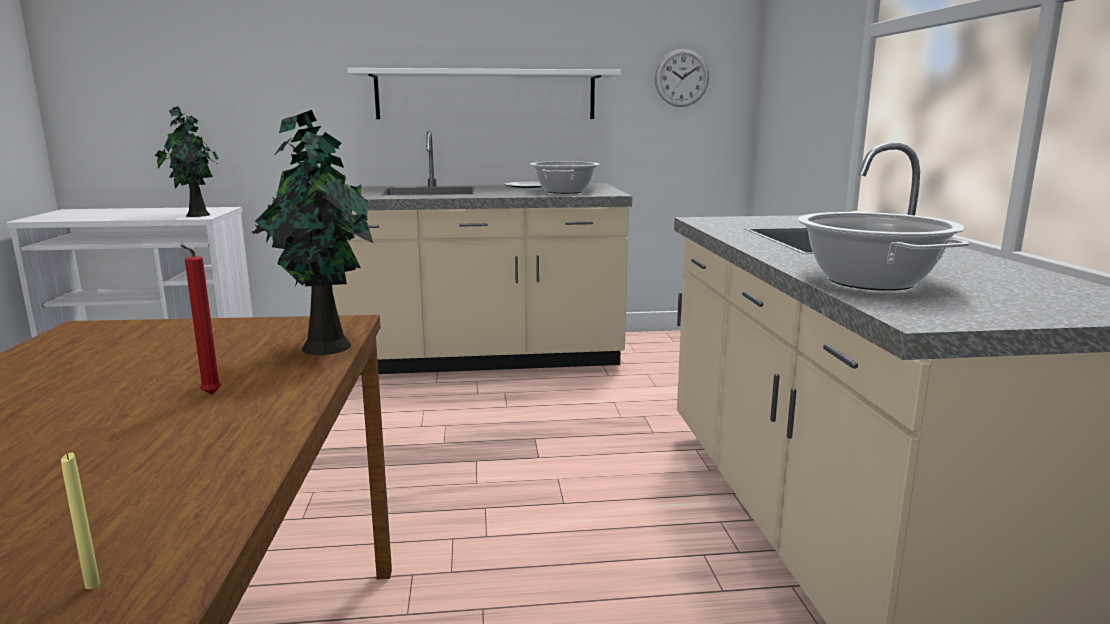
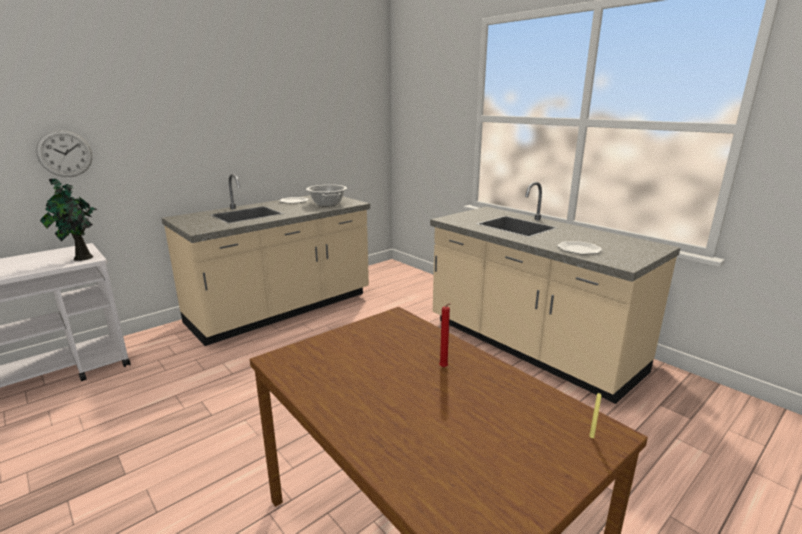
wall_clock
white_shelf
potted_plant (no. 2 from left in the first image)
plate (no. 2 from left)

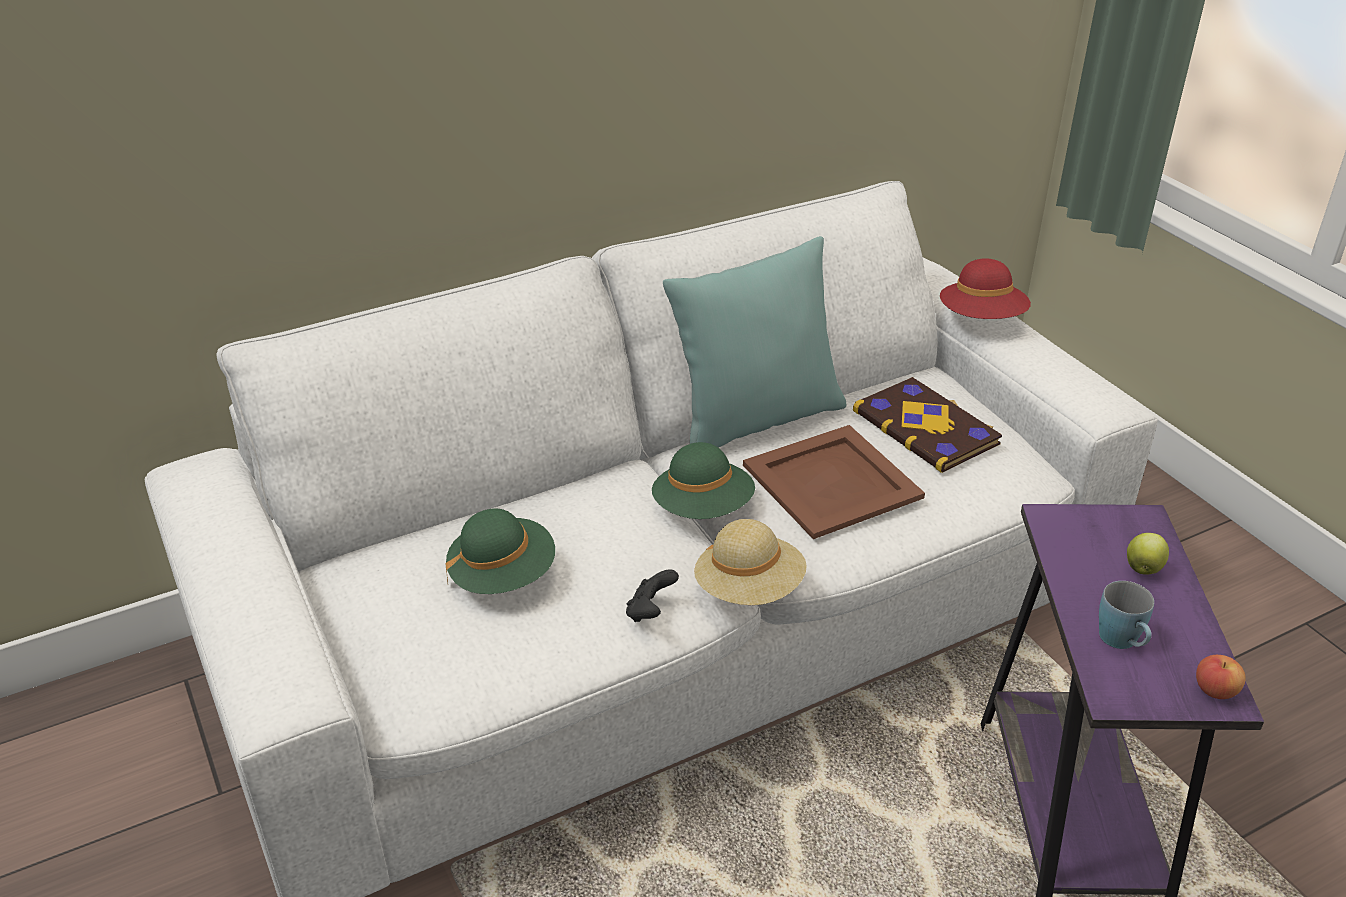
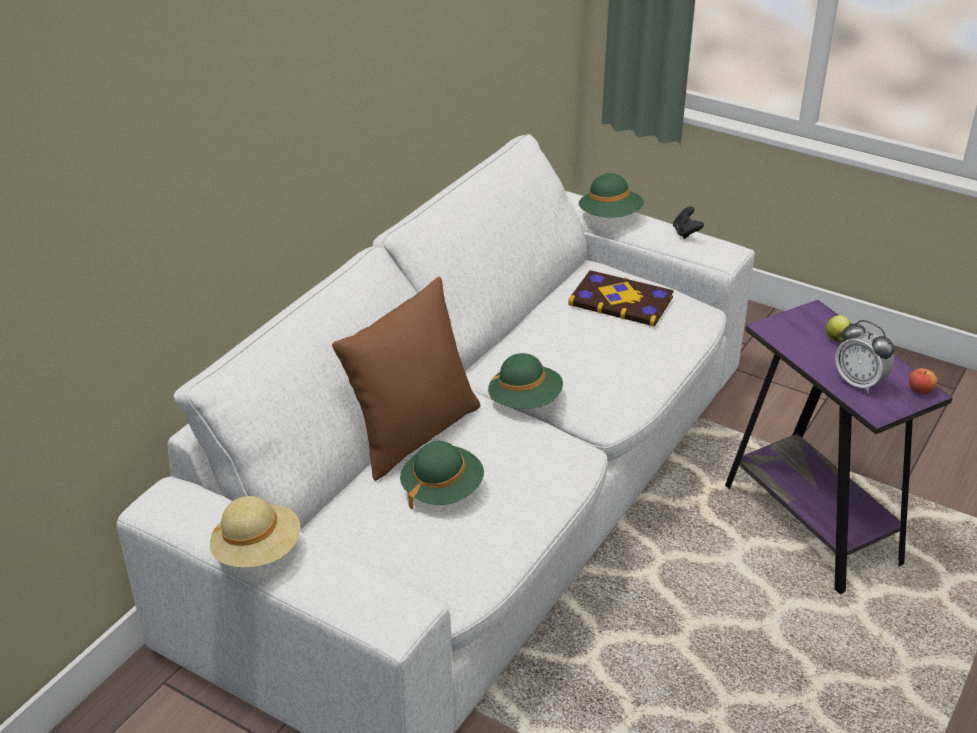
turquoise_pillow
green_hat (no. 3 from left)
brown_tray
beige_hat
black_game_controller
alarm_clock
brown_pillow

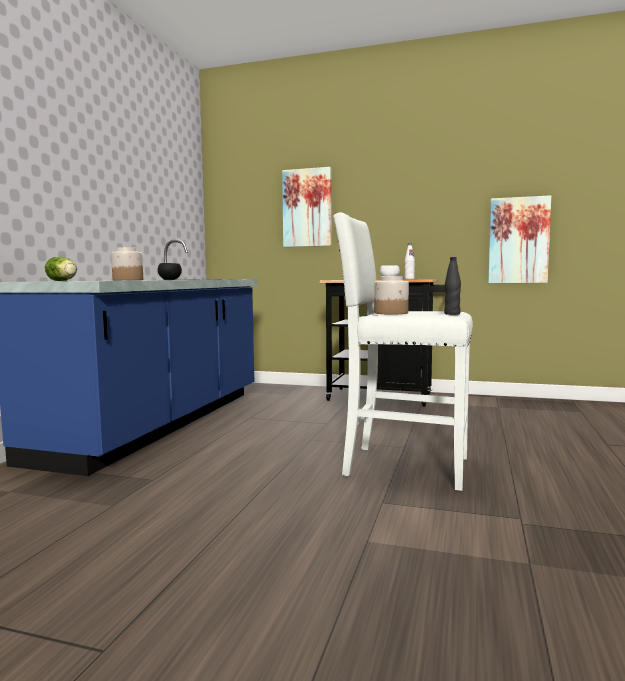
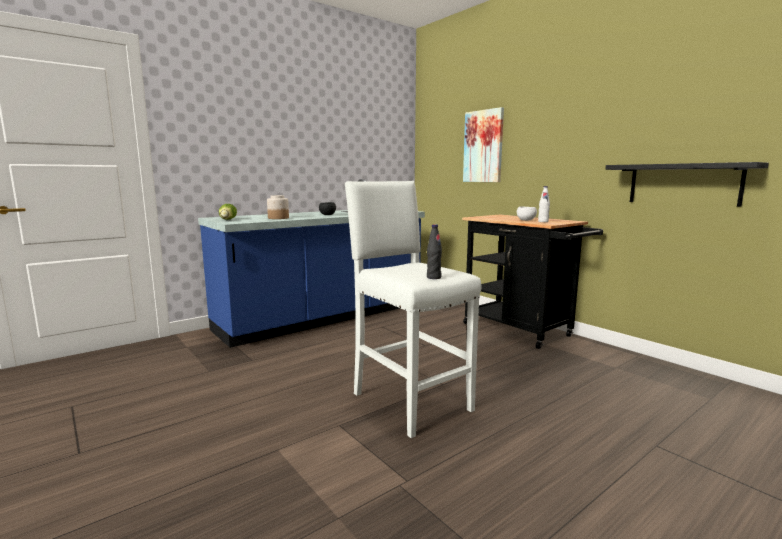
black_shelf
jar (no. 2 from left in the first image)

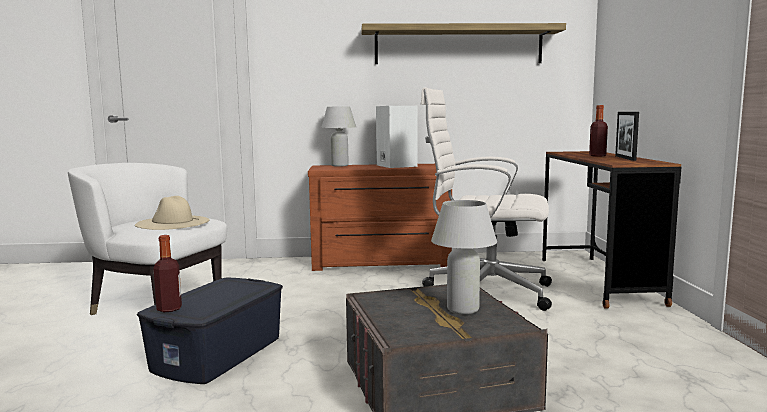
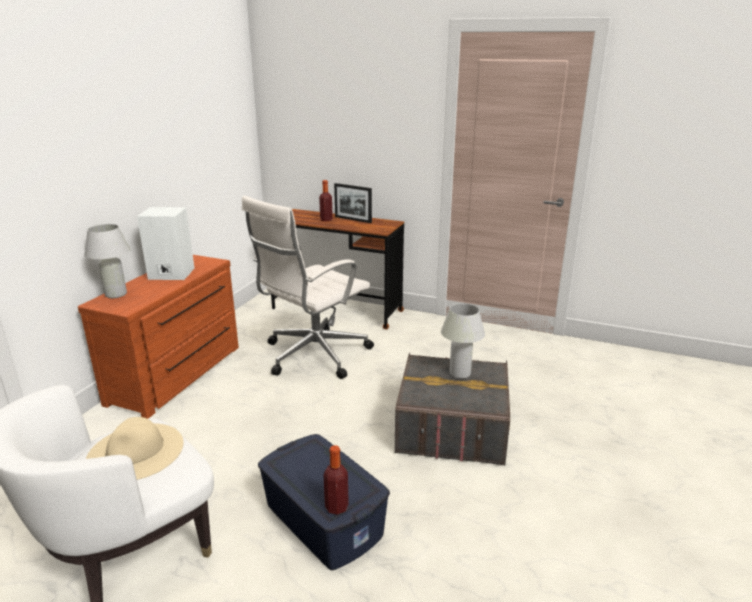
shelf

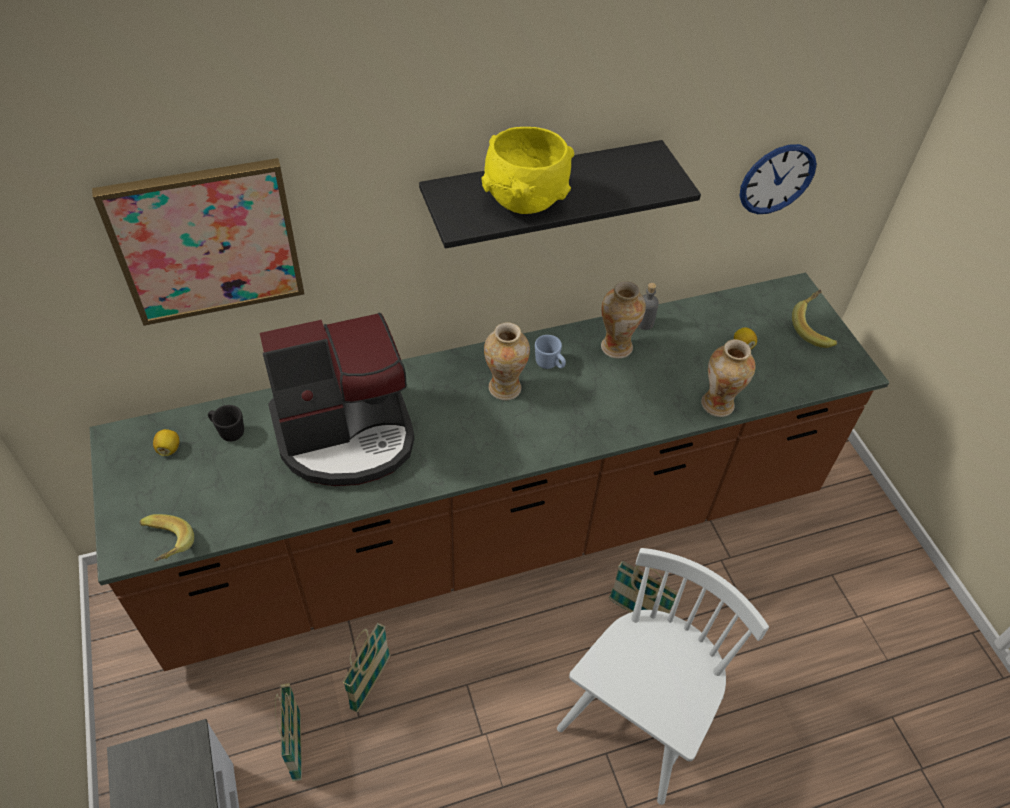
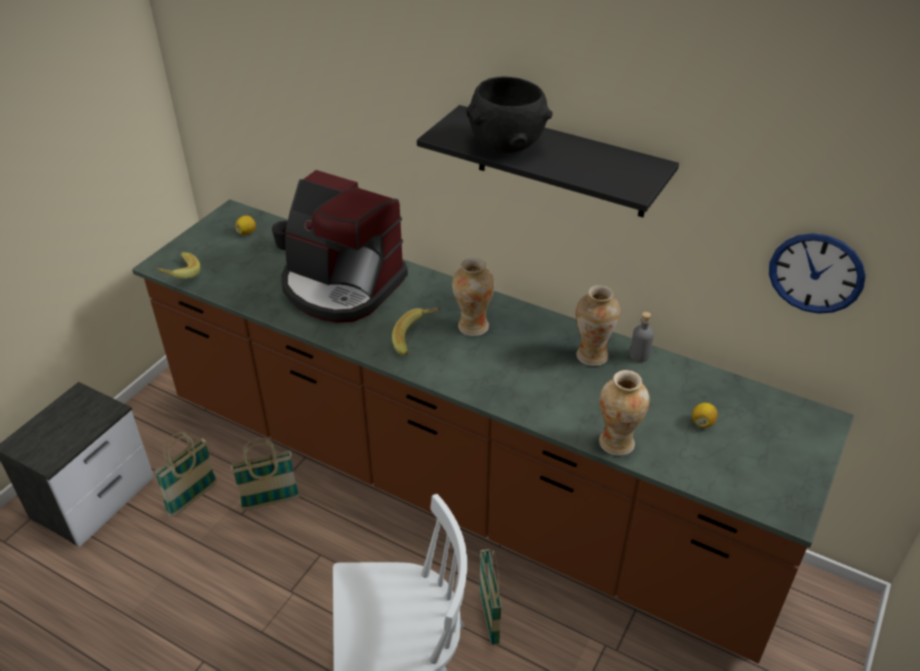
black_bowl
picture
banana (no. 2 from left)
blue_mug

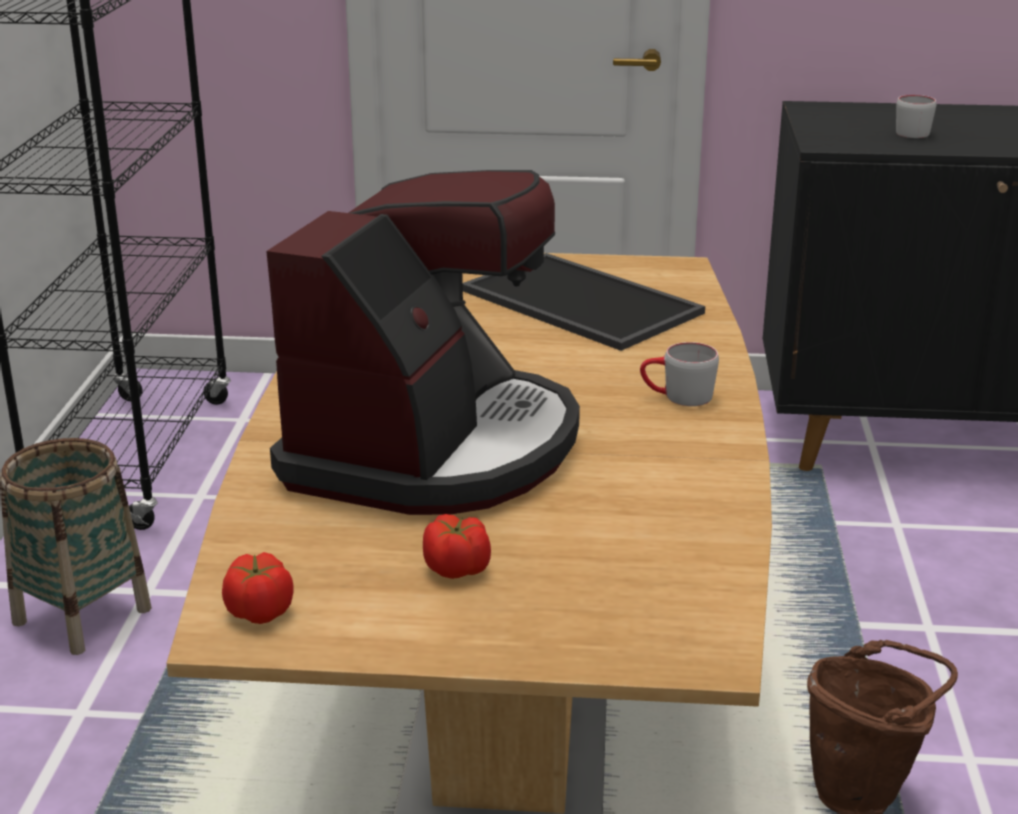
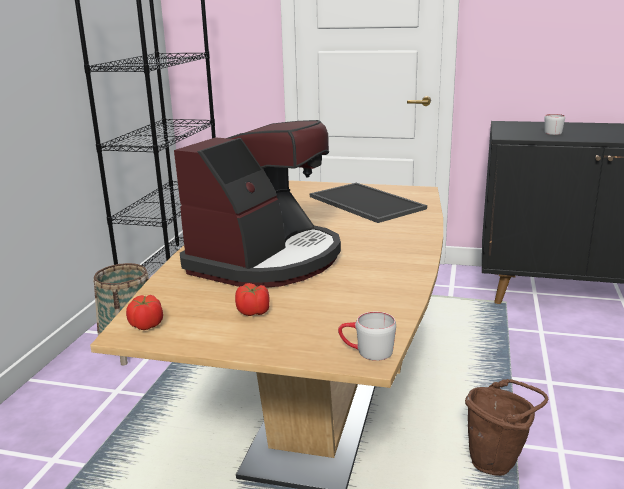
grey_mug (no. 1 from left)

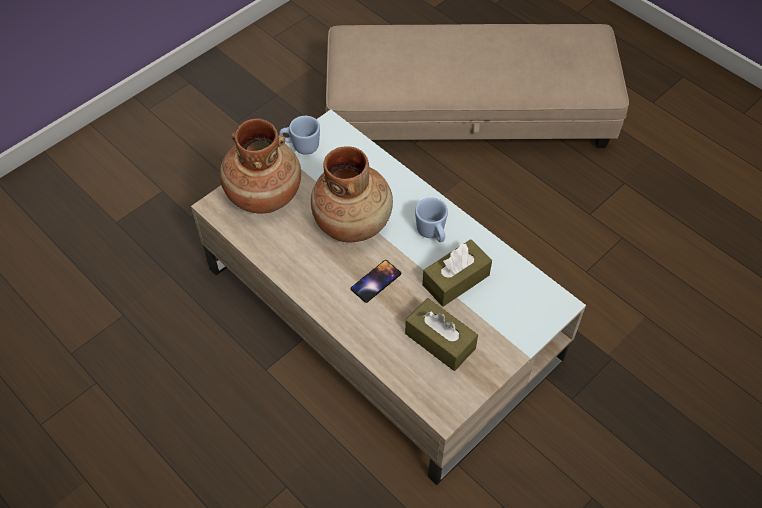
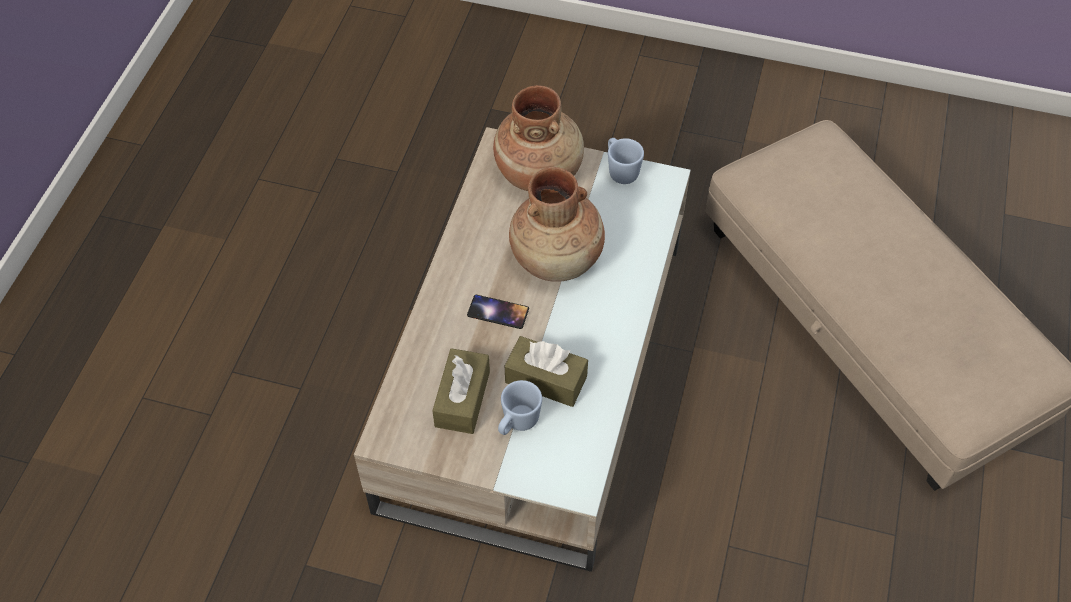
blue_mug (no. 1 from left)

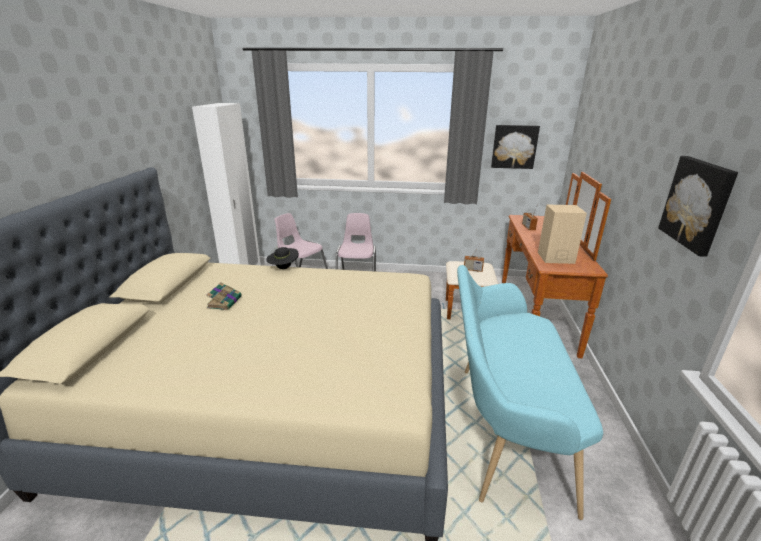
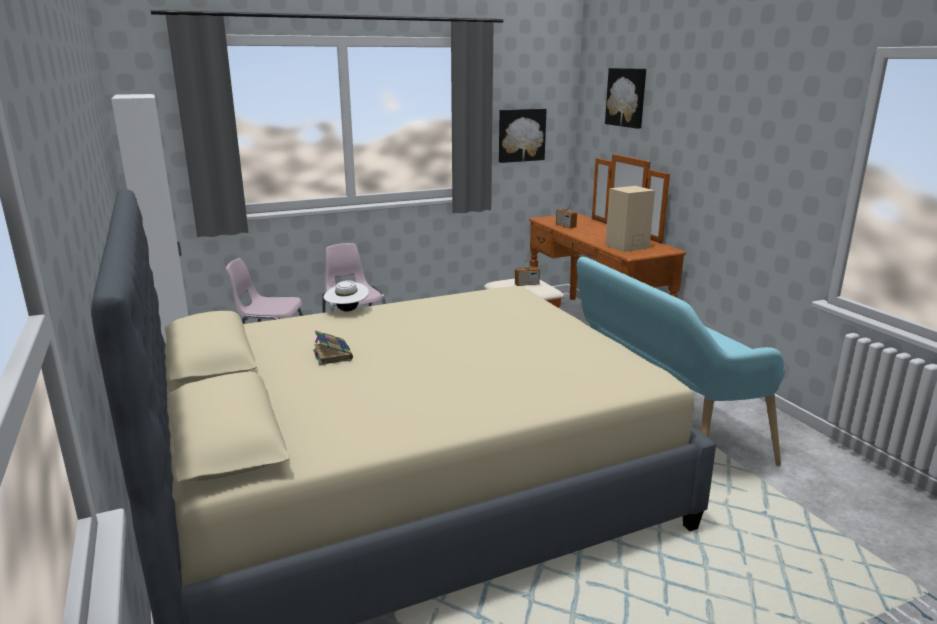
picture (no. 2 from left)
white_hat

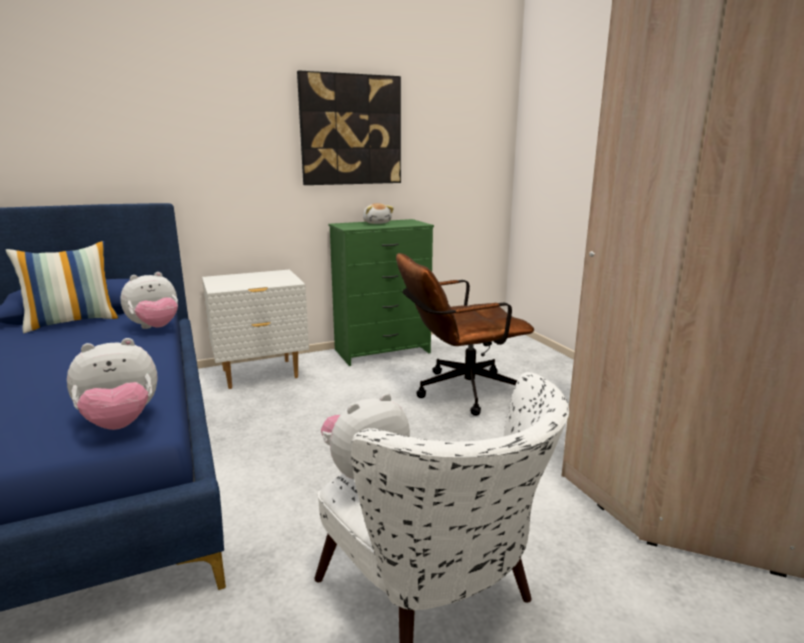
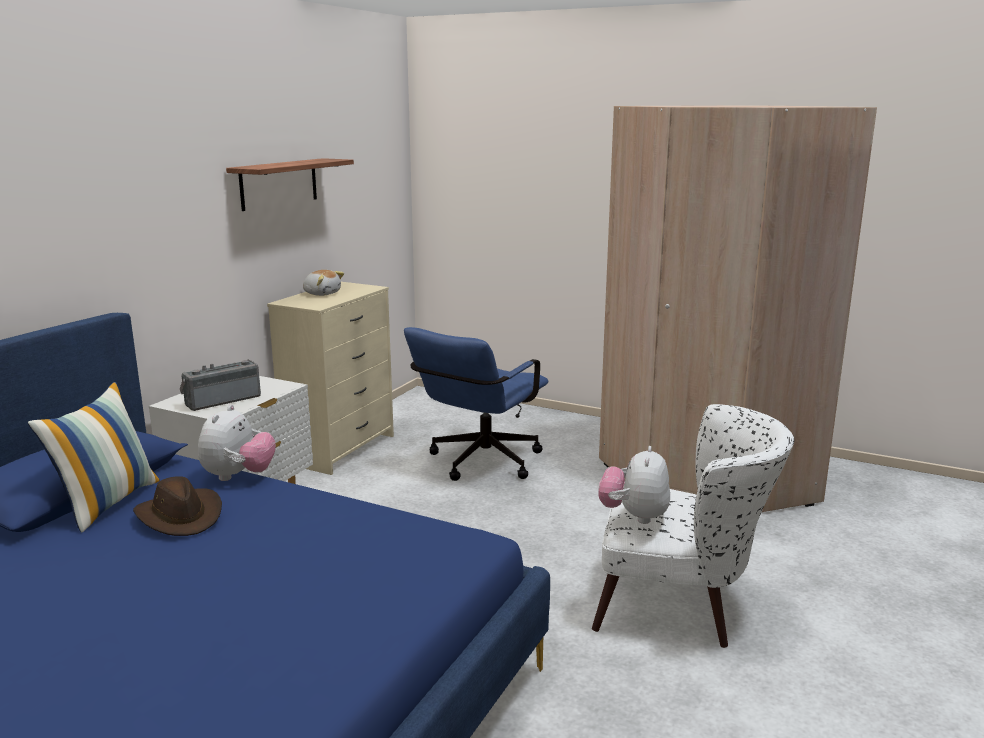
shelf
beige_dresser
blue_office_chair
plush_toy (no. 1 from left in the first image)
radio
brown_hat

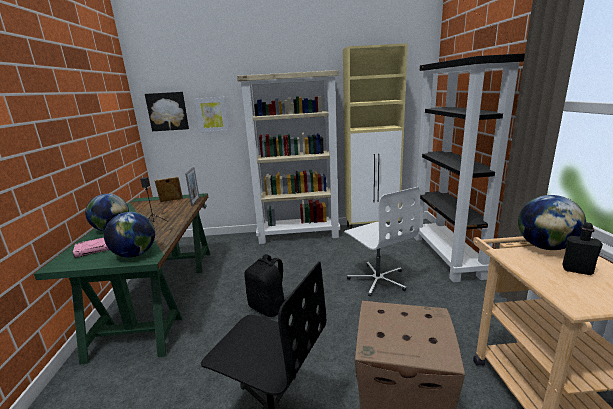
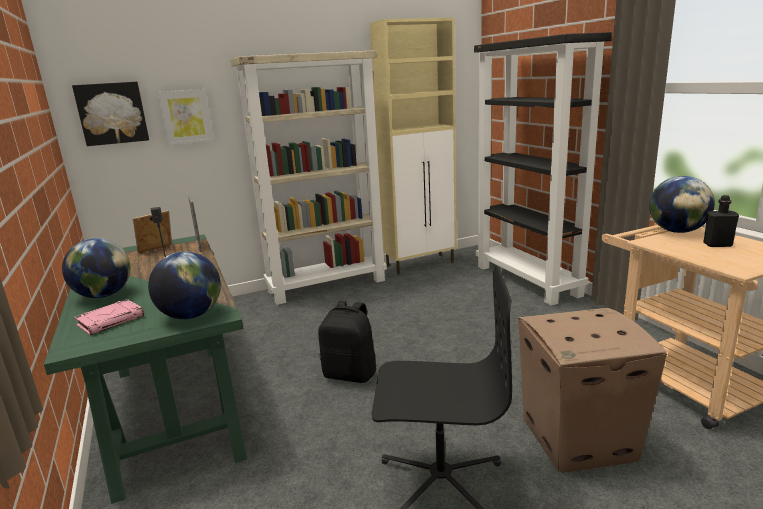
white_office_chair

